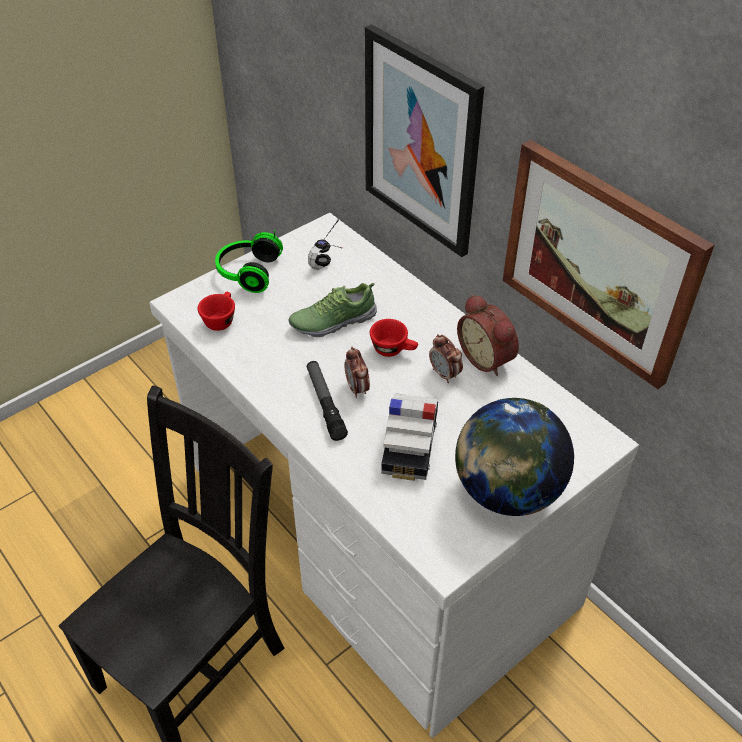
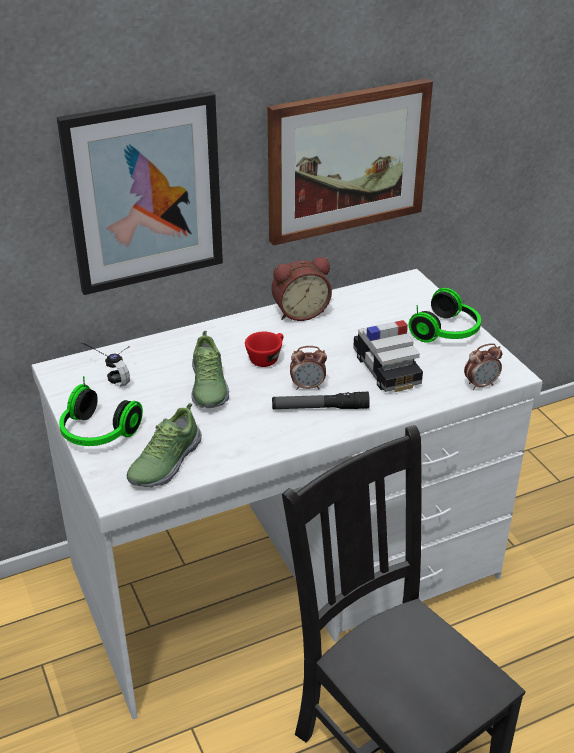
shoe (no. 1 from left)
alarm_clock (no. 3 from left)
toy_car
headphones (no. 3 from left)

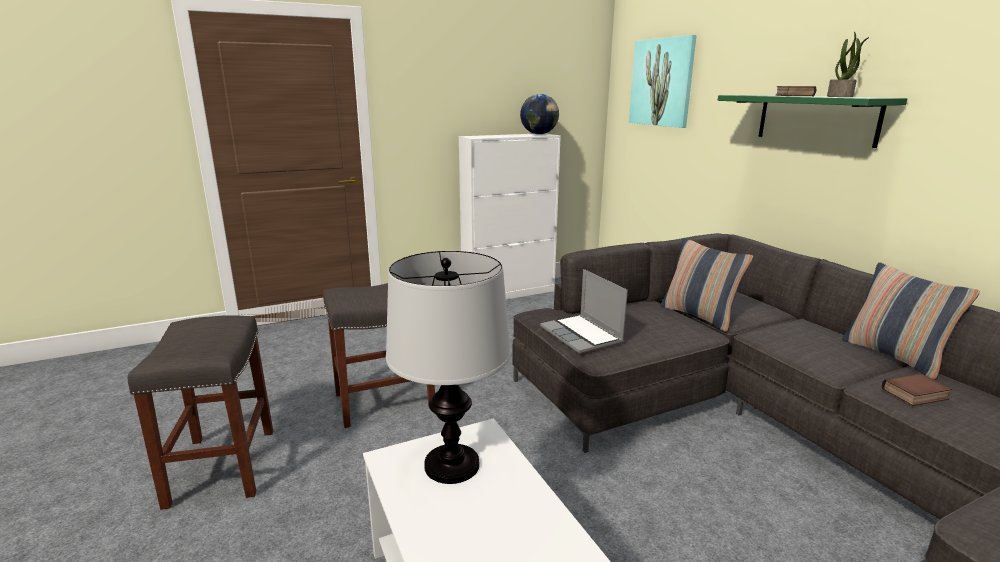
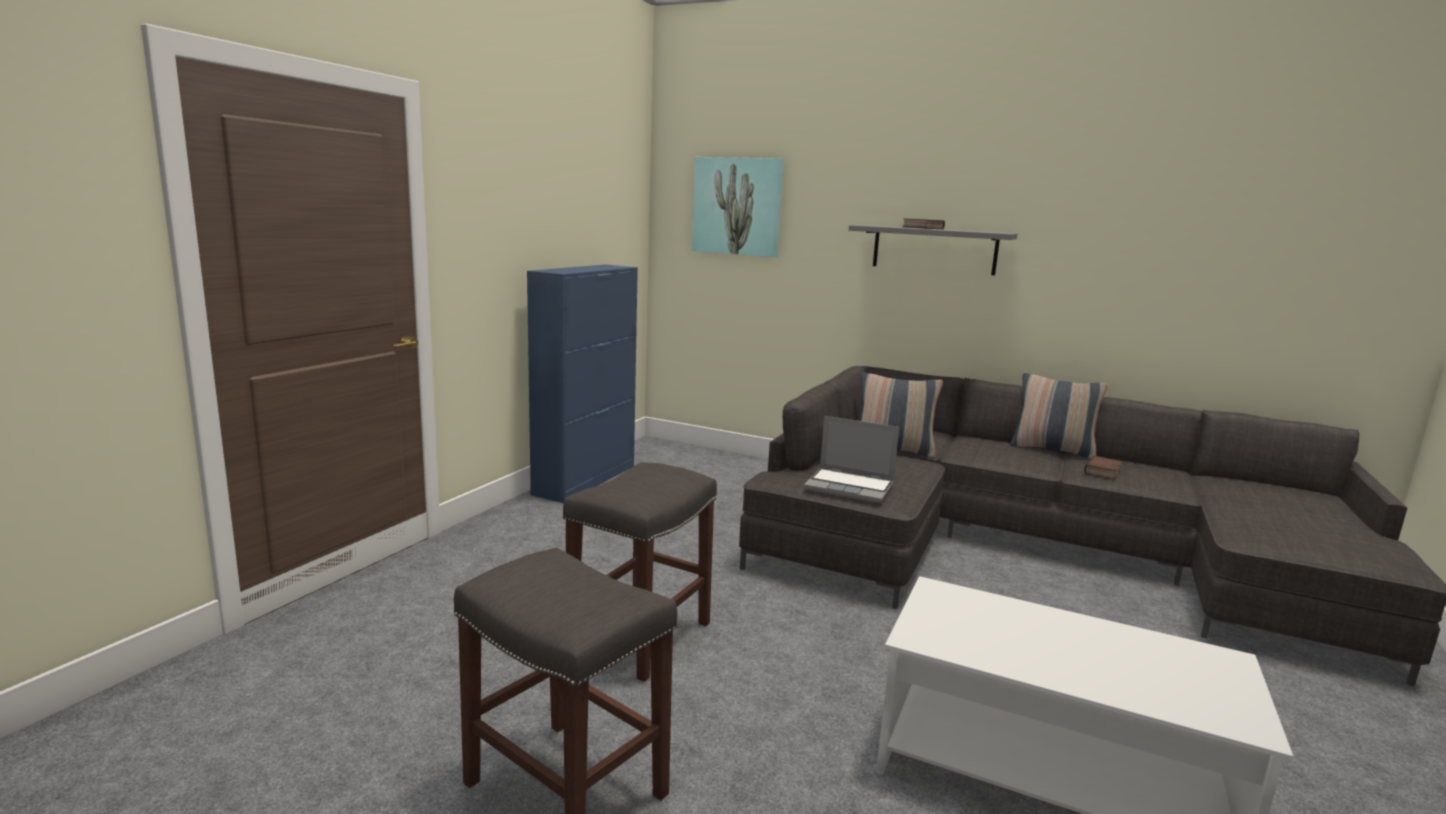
potted_plant
globe
grey_shelf
blue_cabinet
table_lamp

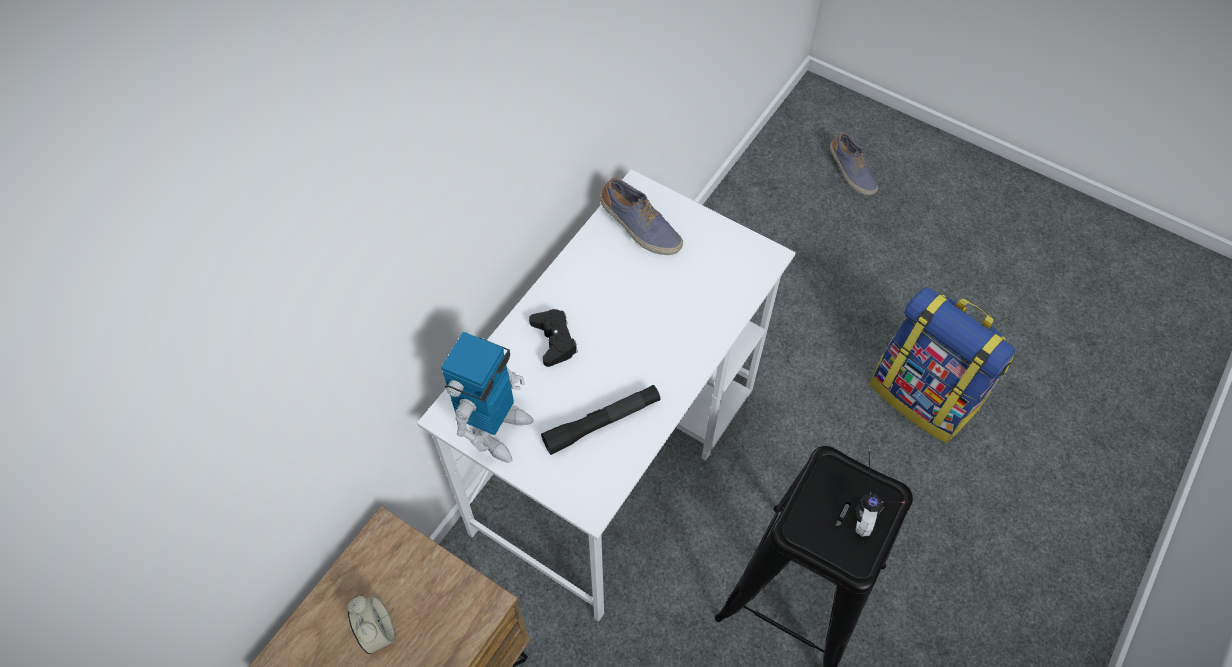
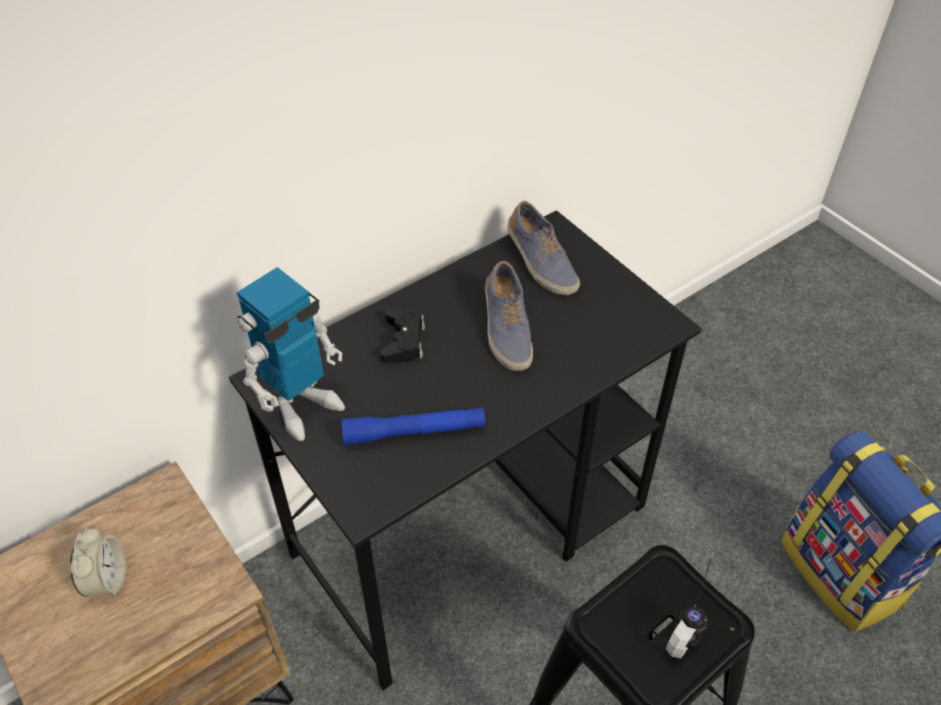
shoe (no. 1 from left)
black_desk
blue_flashlight

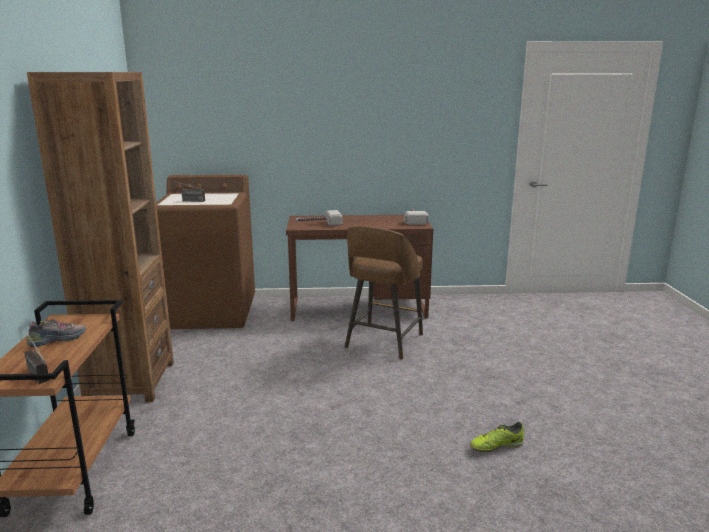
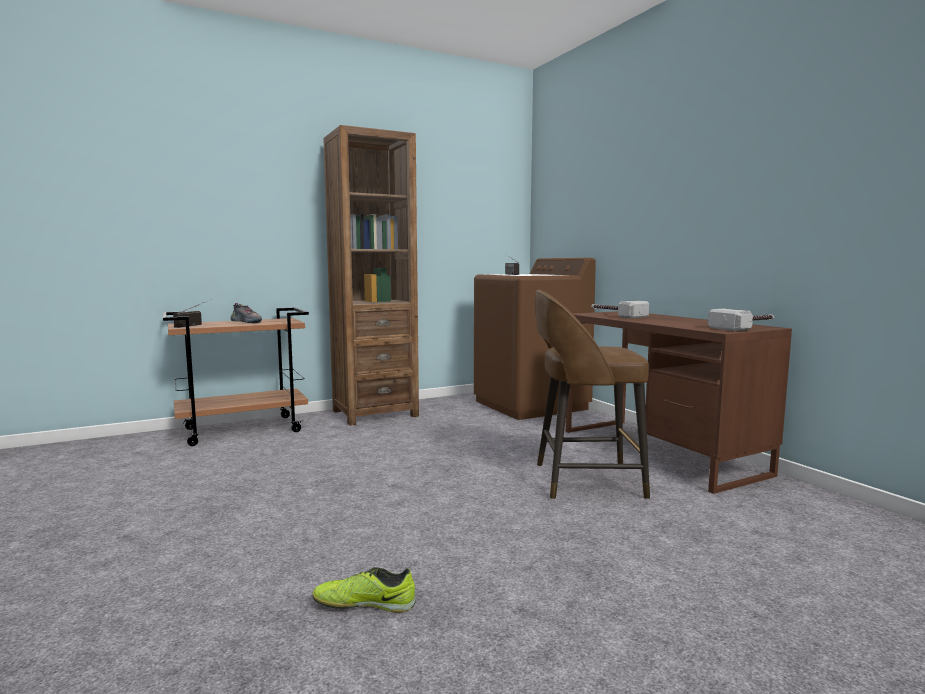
shoe (no. 2 from left)

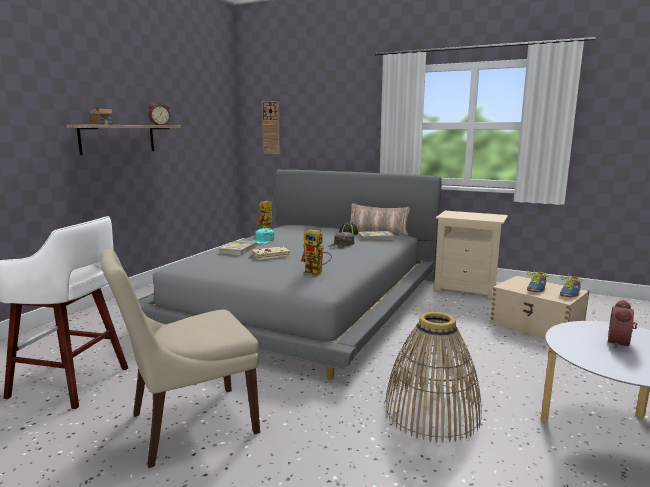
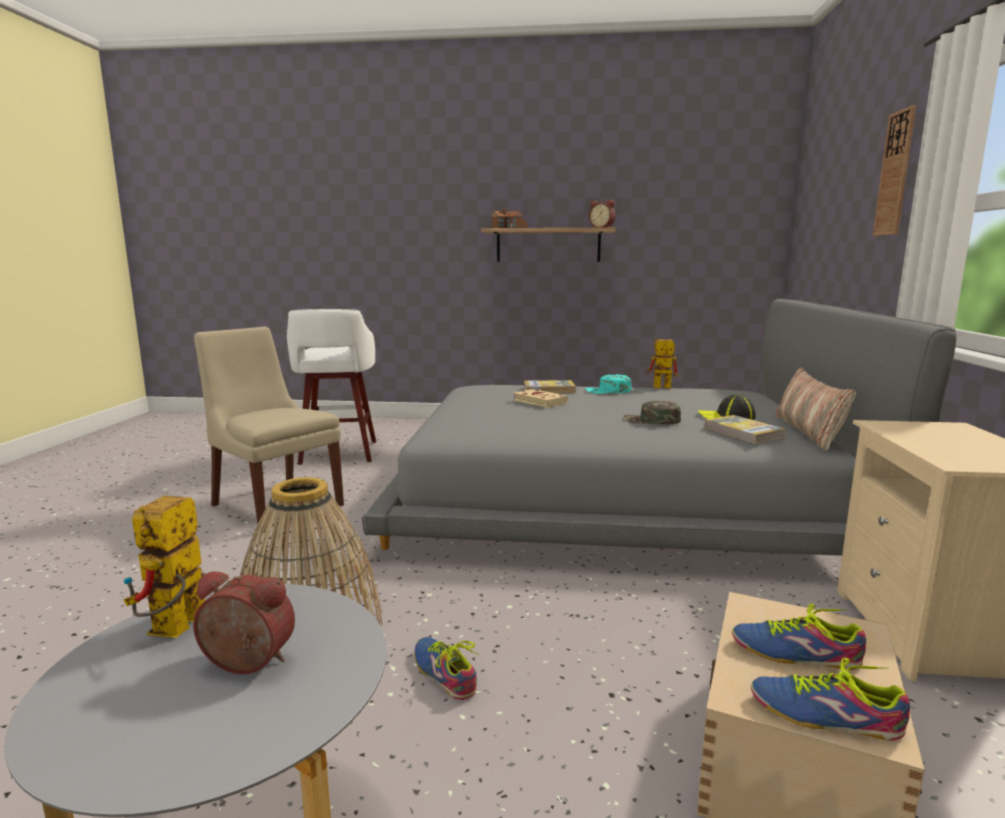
wall_clock
toy_robot (no. 1 from left)
shoe (no. 1 from left)

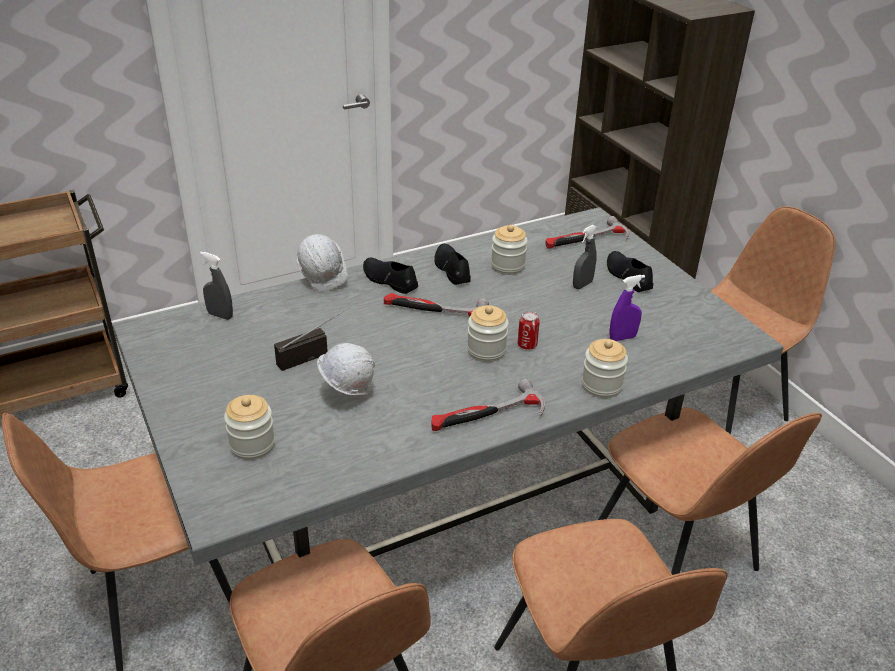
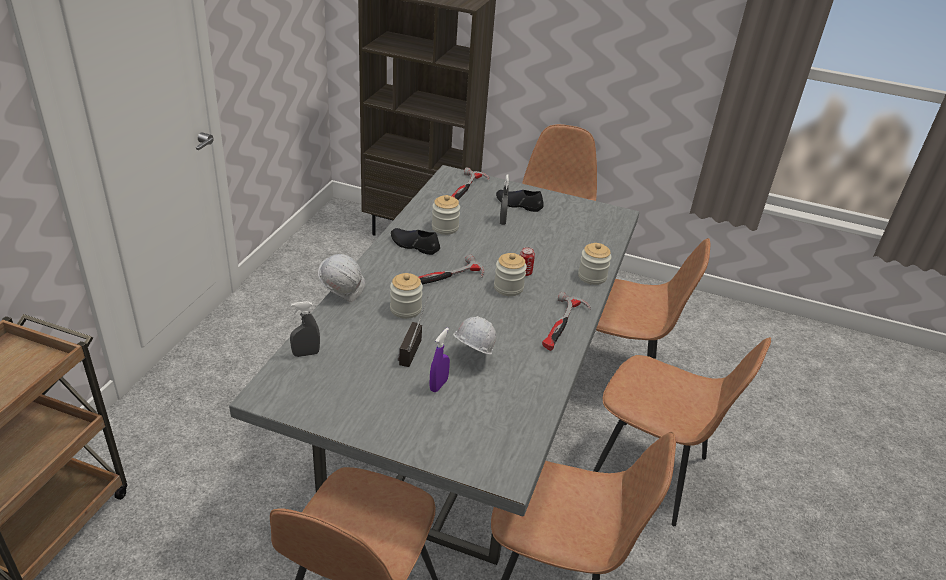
black_shoe (no. 1 from left in the first image)
purple_spray_bottle
jar (no. 1 from left)

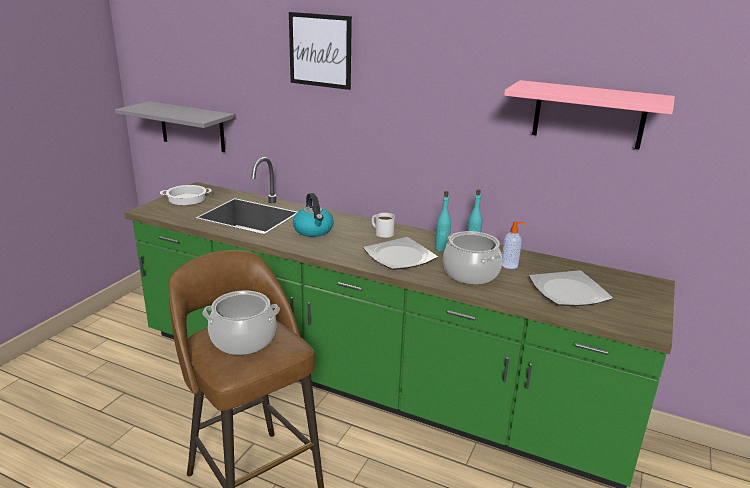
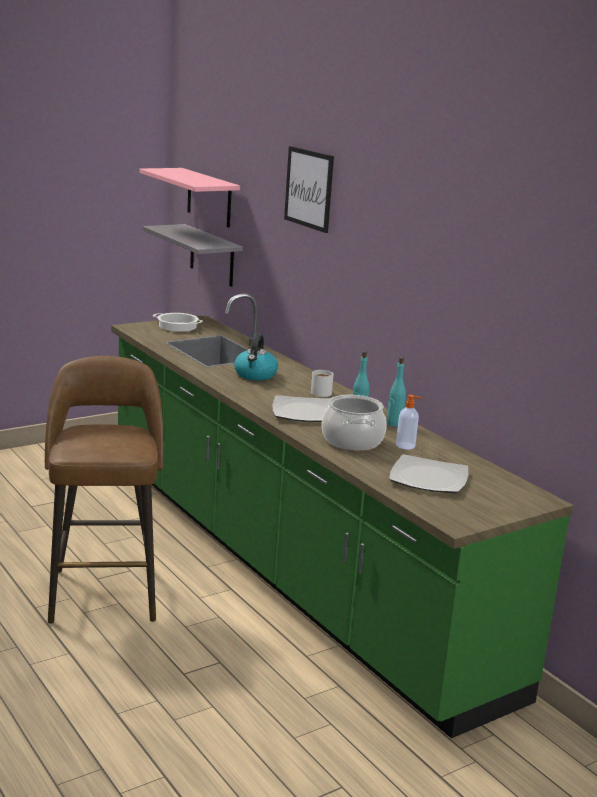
pink_shelf
cooking_pot (no. 2 from left in the first image)

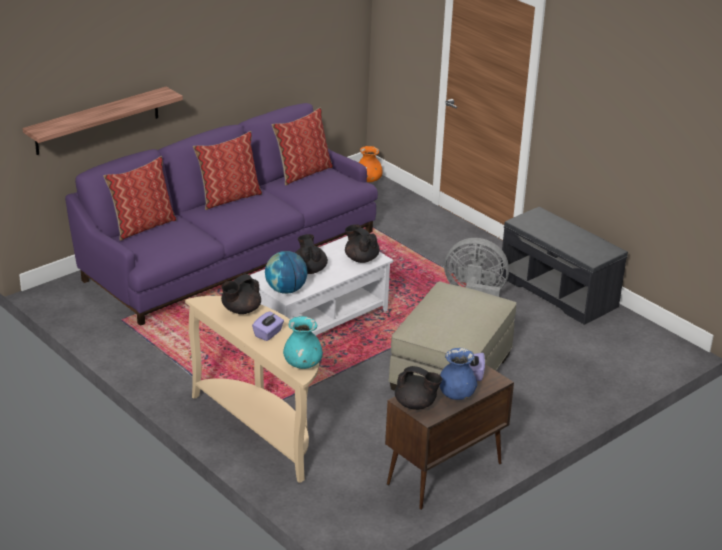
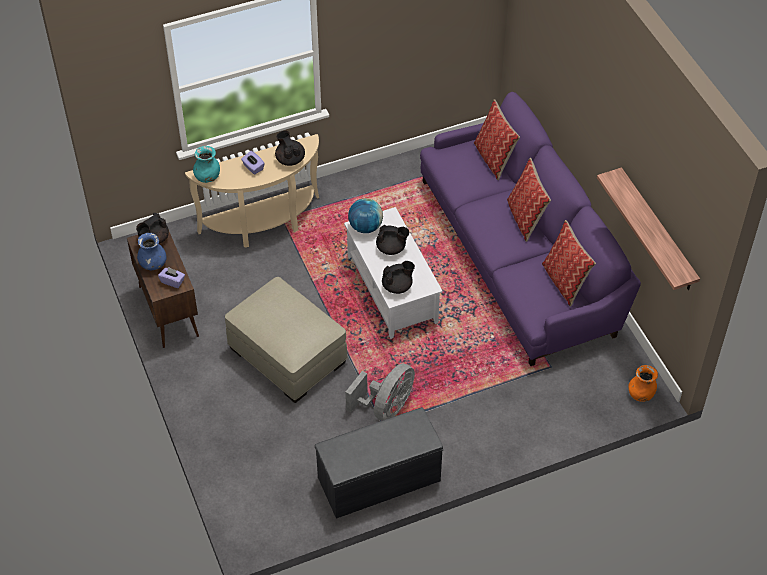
shelf

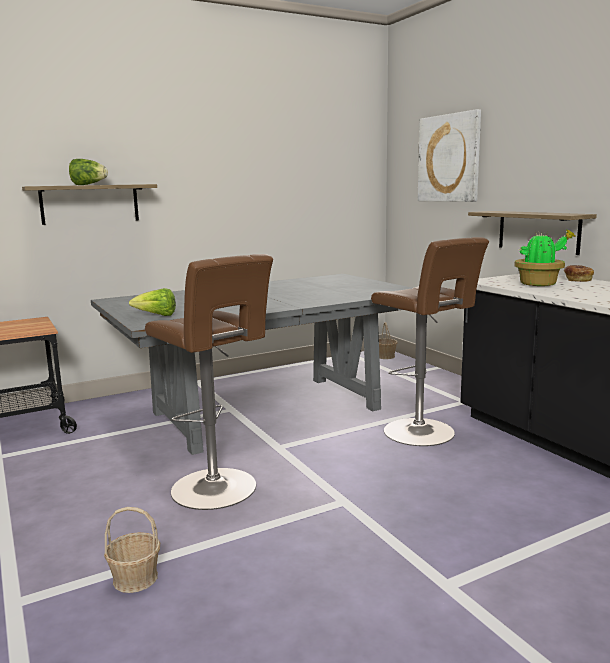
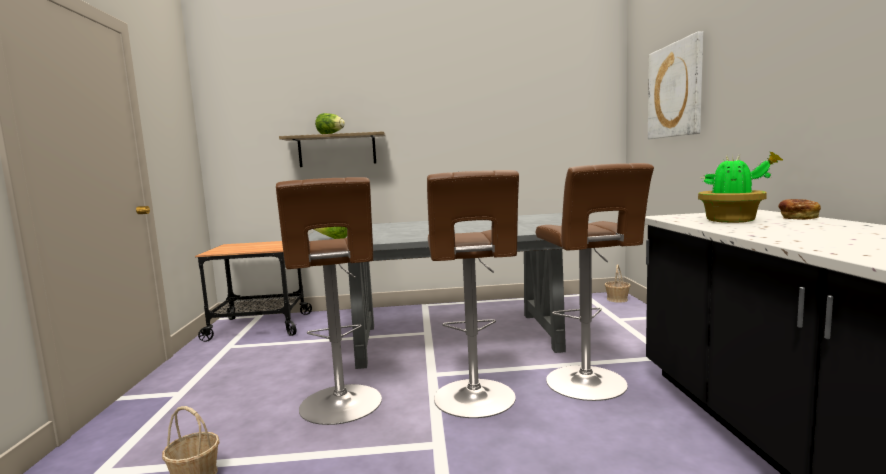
shelf (no. 2 from left in the first image)
brown_stool (no. 2 from left)

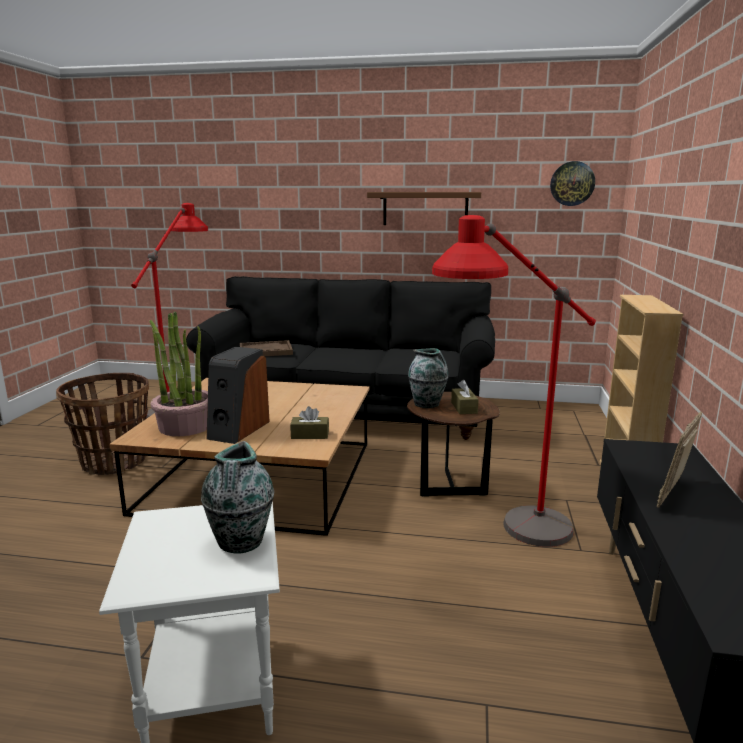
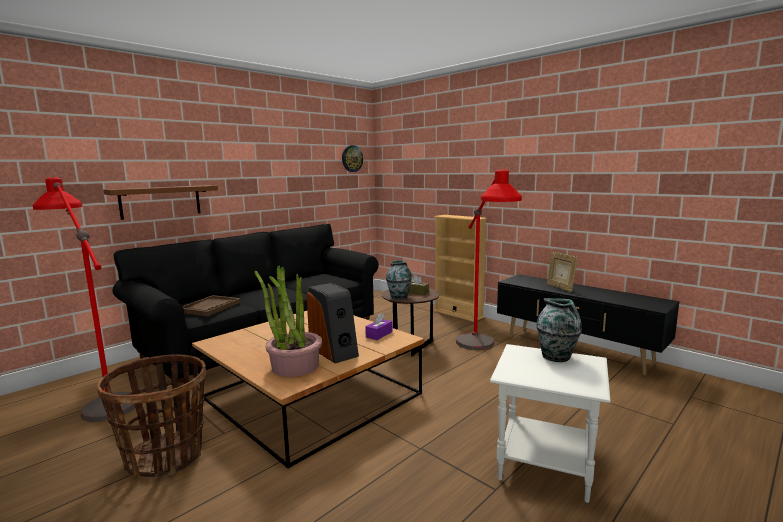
brown_shelf
purple_tissue_box

